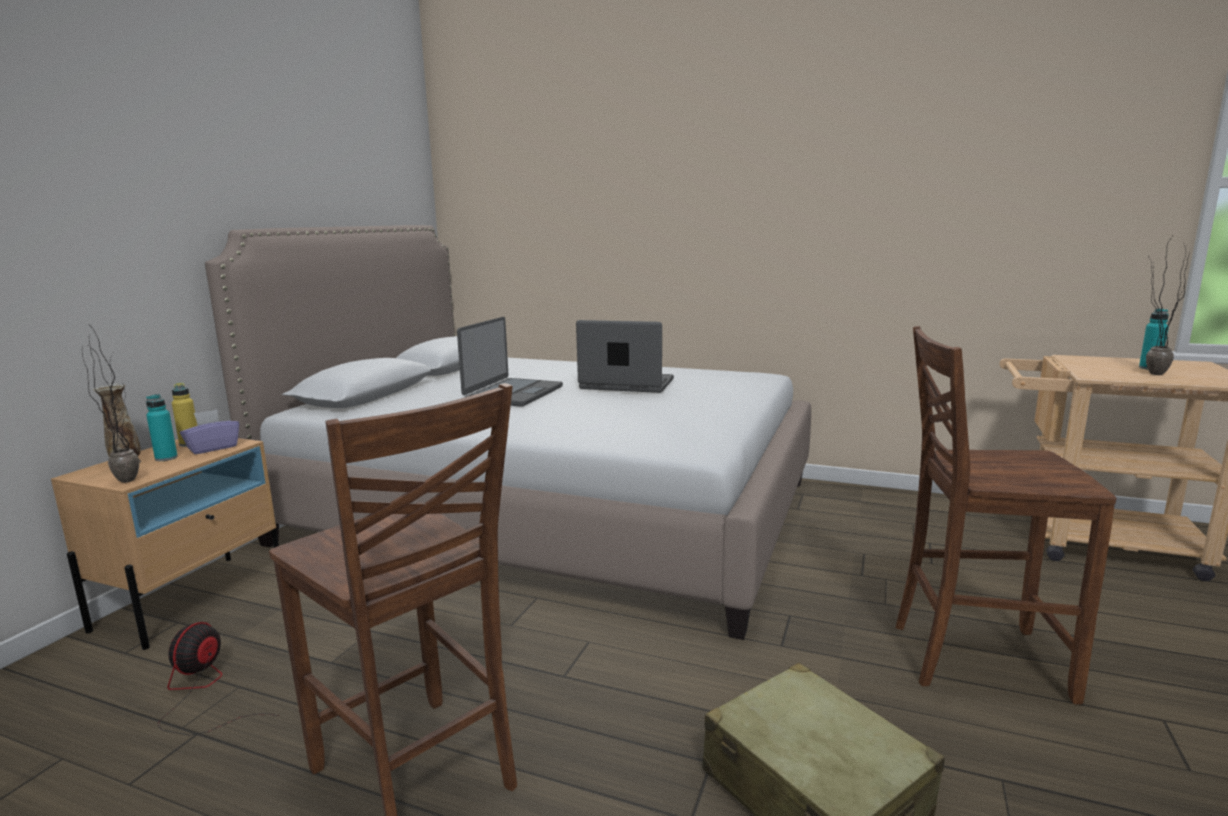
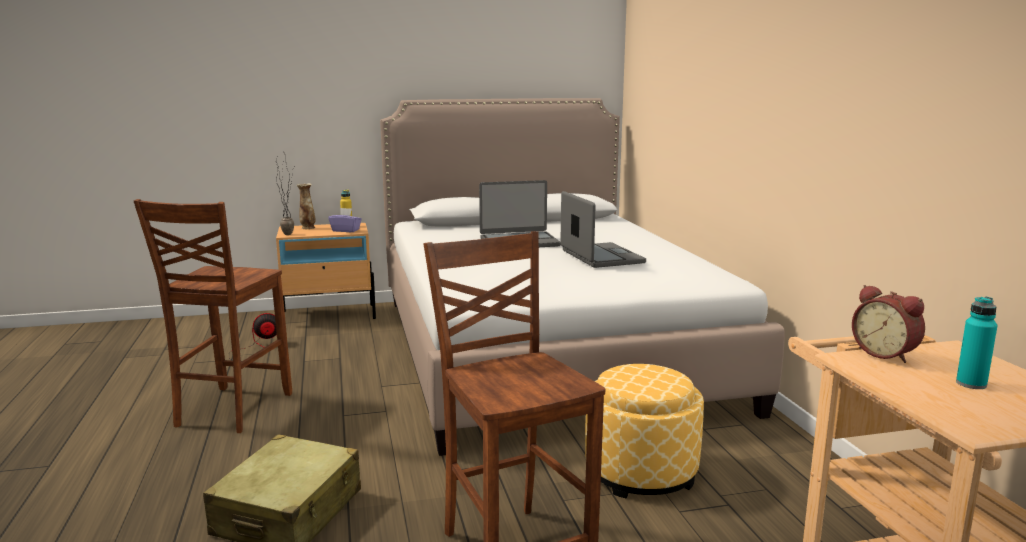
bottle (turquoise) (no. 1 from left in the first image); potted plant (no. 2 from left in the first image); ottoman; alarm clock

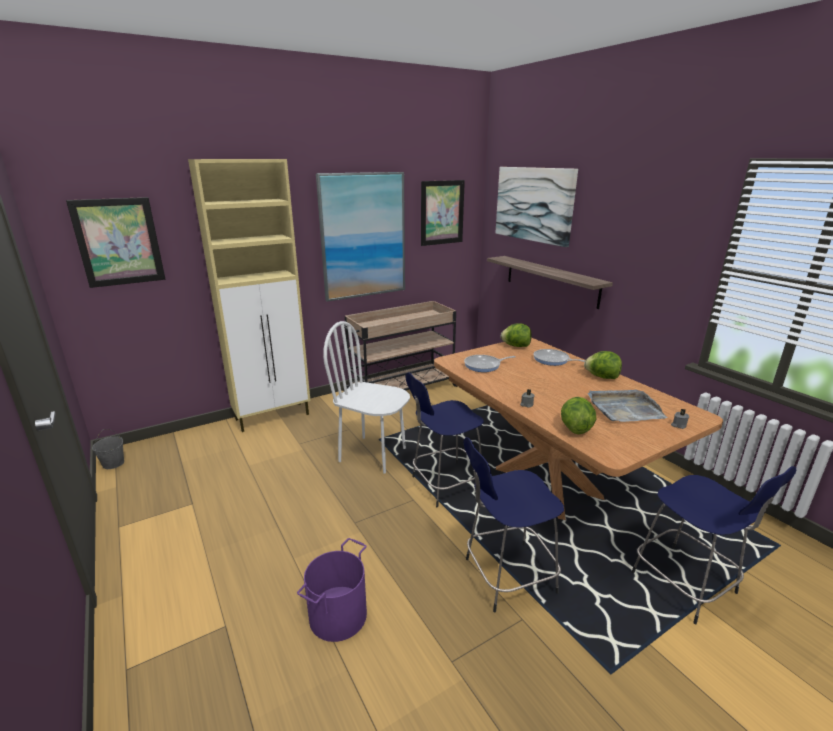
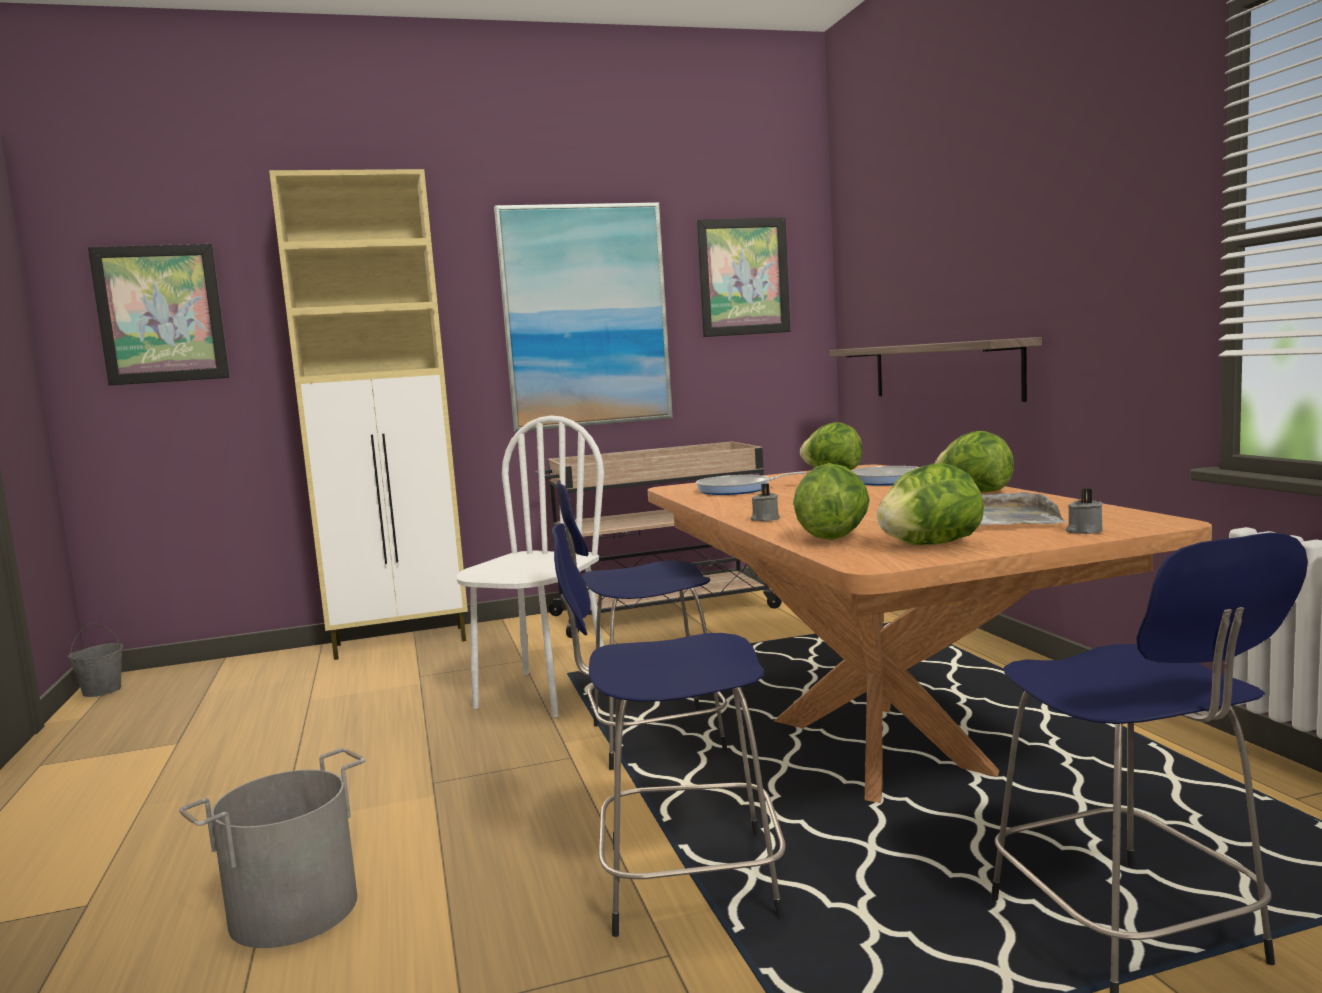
picture (no. 4 from left in the first image); lettuce (no. 3 from left); bucket (grey) (no. 2 from left); chair (white)

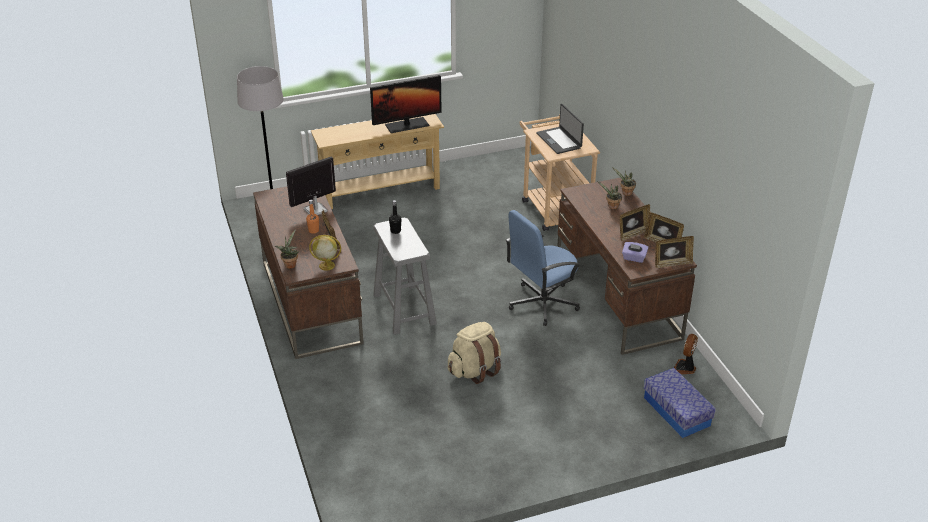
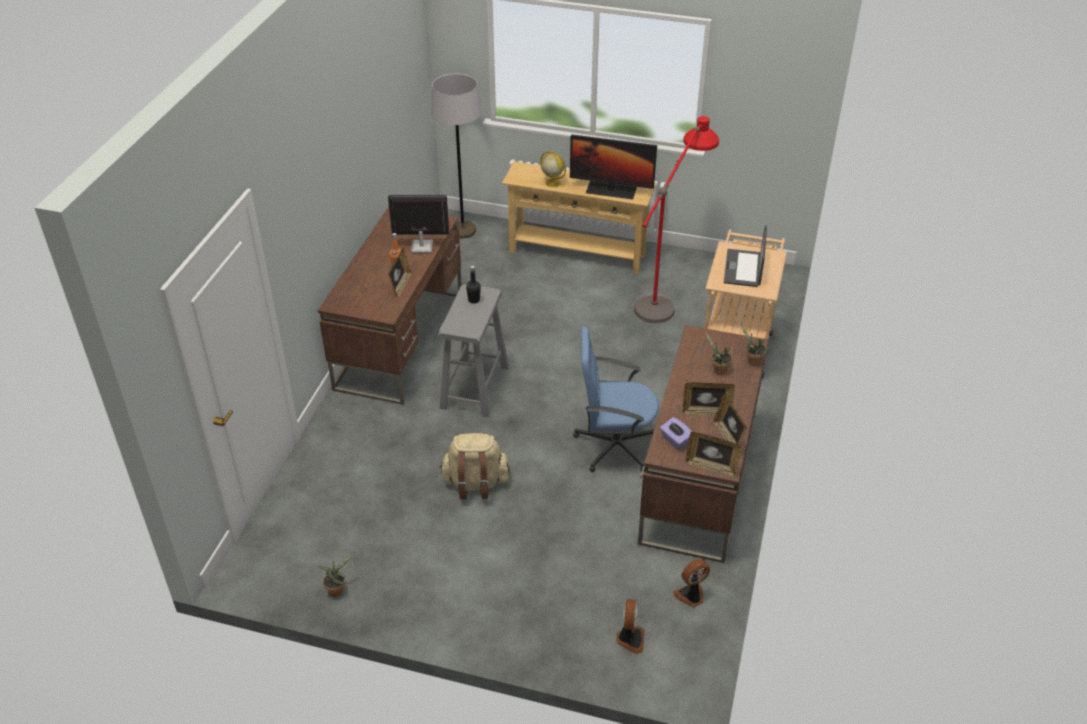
floor lamp (red); potted plant (no. 1 from left); globe; fan (no. 1 from left)

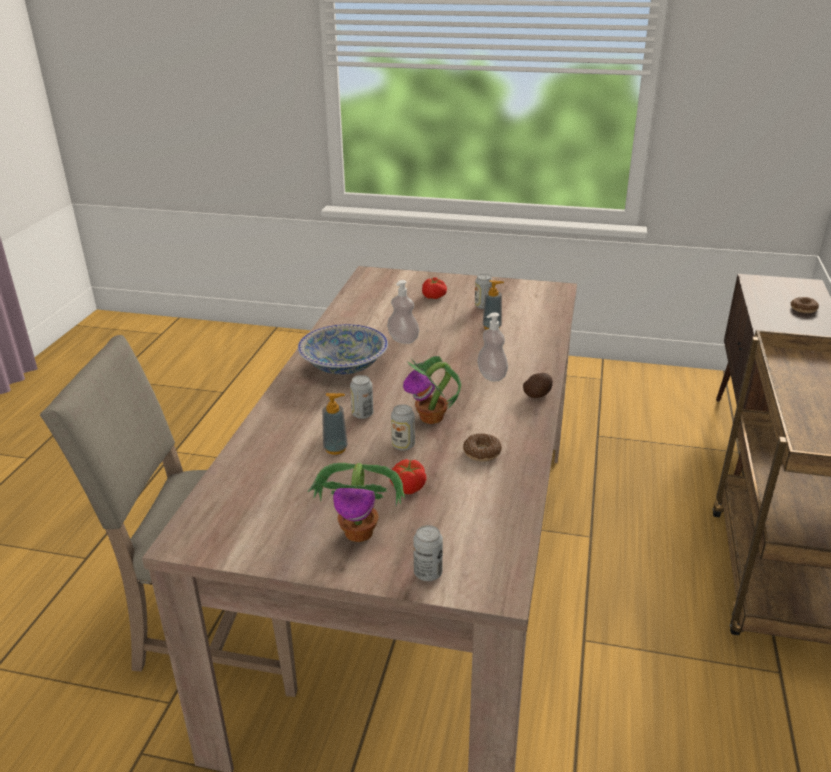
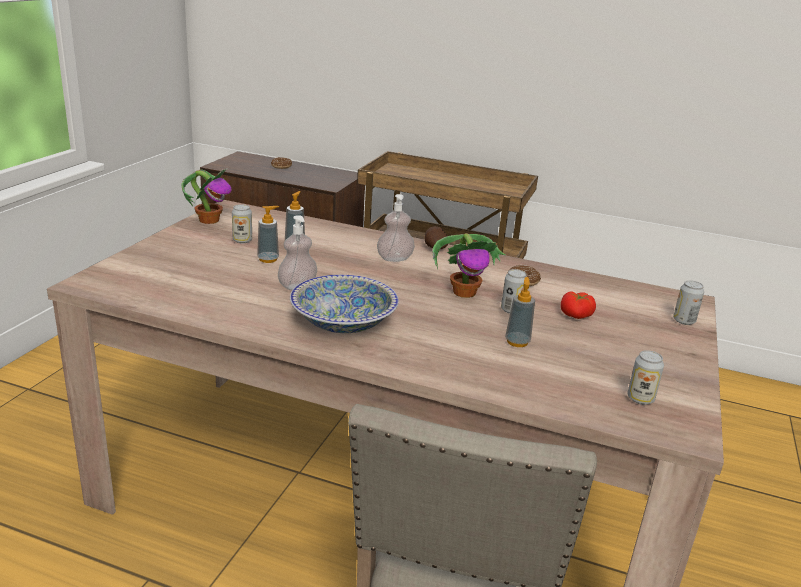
tomato (no. 2 from left in the first image); soap dispenser (no. 1 from left); potted plant (no. 1 from left); can (no. 3 from left)

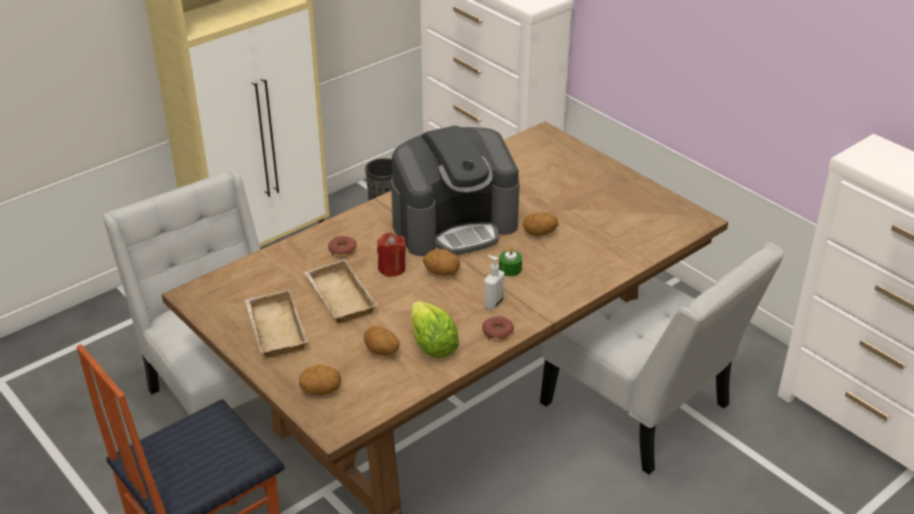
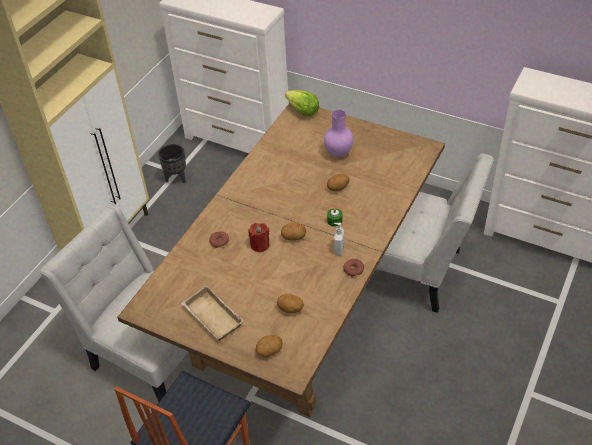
tray (beige) (no. 2 from left in the first image); coffee machine; vase (purple); lettuce

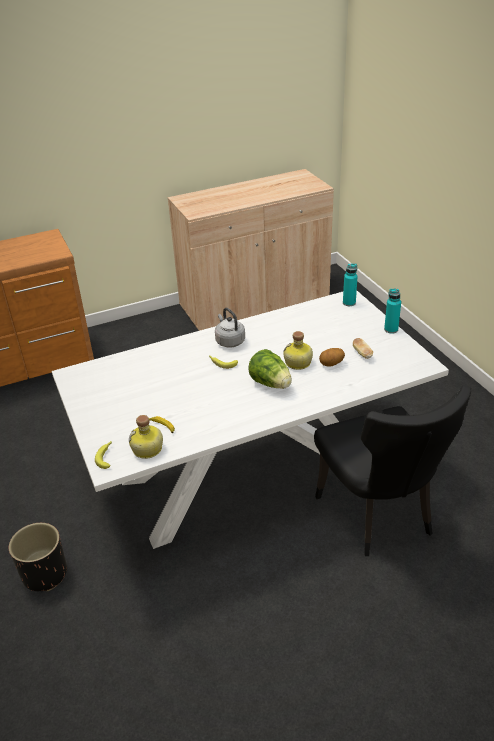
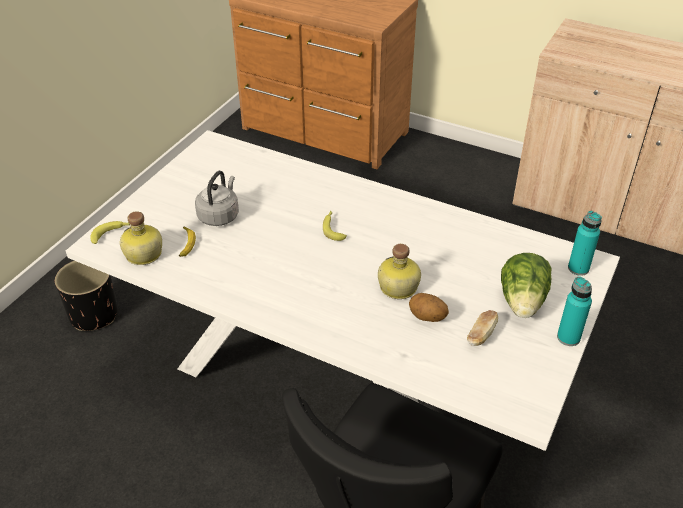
kettle (grey); lettuce

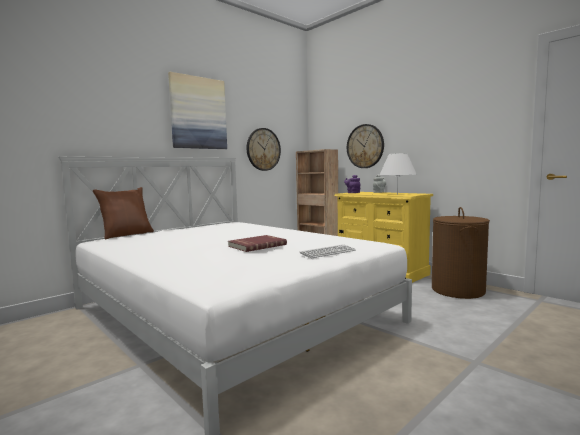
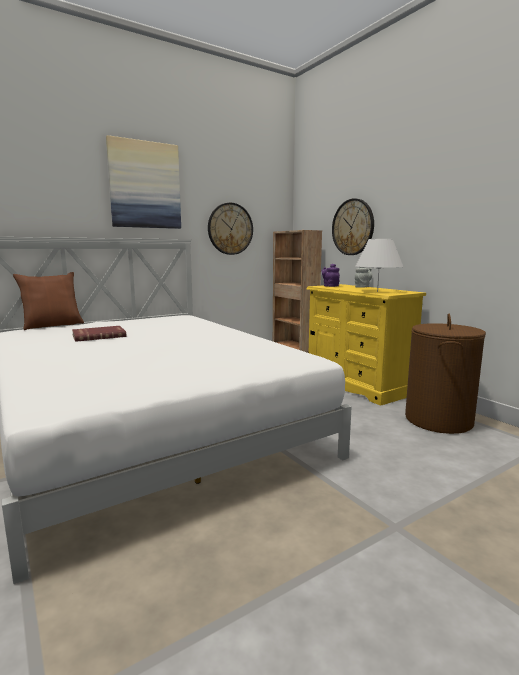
keyboard; book (red)

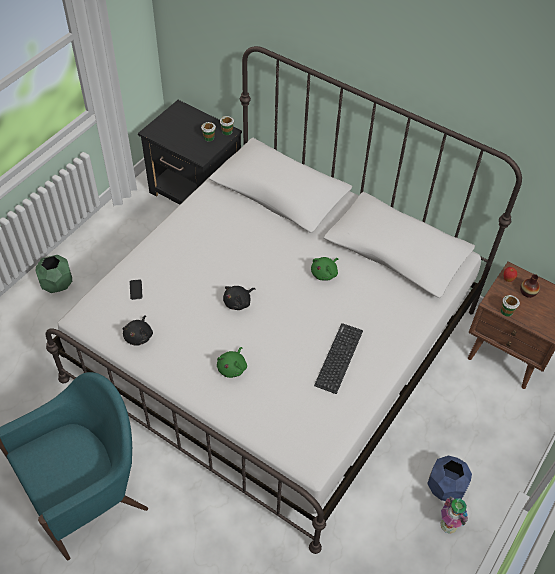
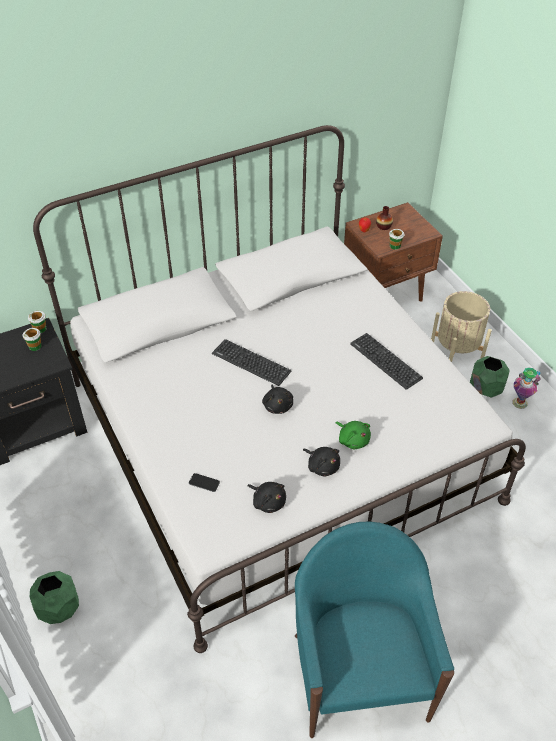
plush toy (green) (no. 2 from left in the first image); keyboard (no. 1 from left); plush toy (black) (no. 3 from left); planter (beige); planter (green) (no. 2 from left)

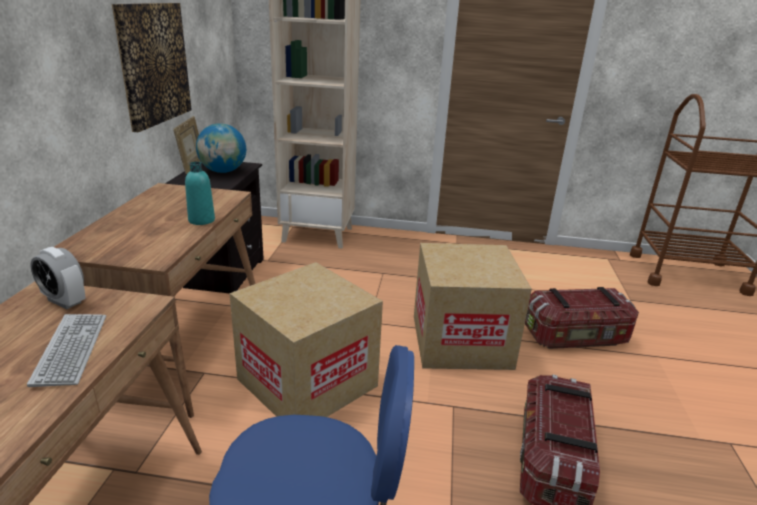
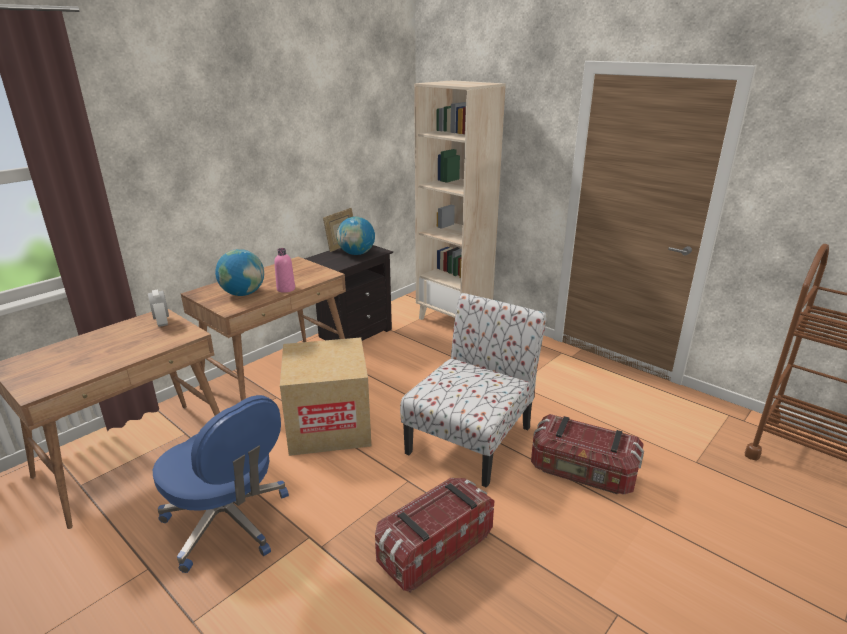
keyboard; picture; globe (no. 1 from left); chair; bottle (pink)

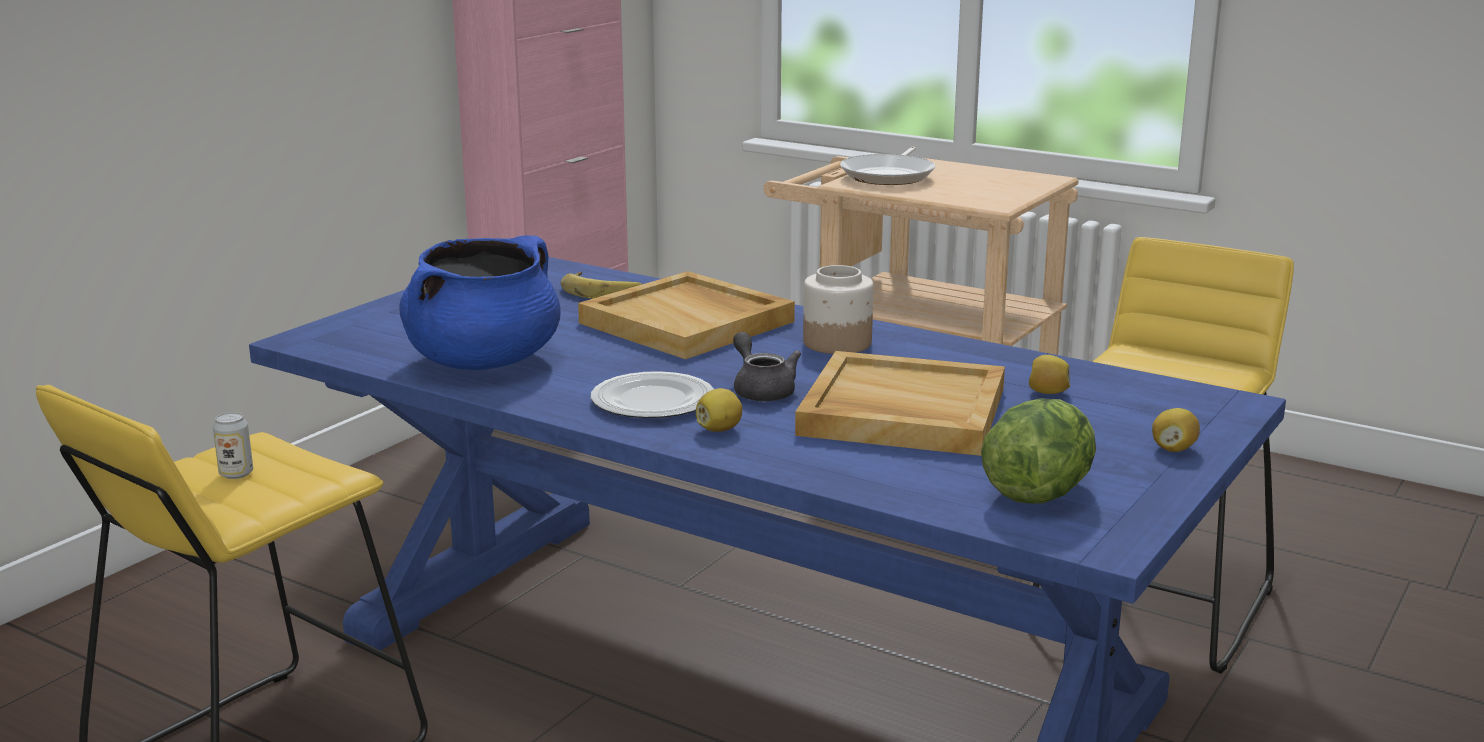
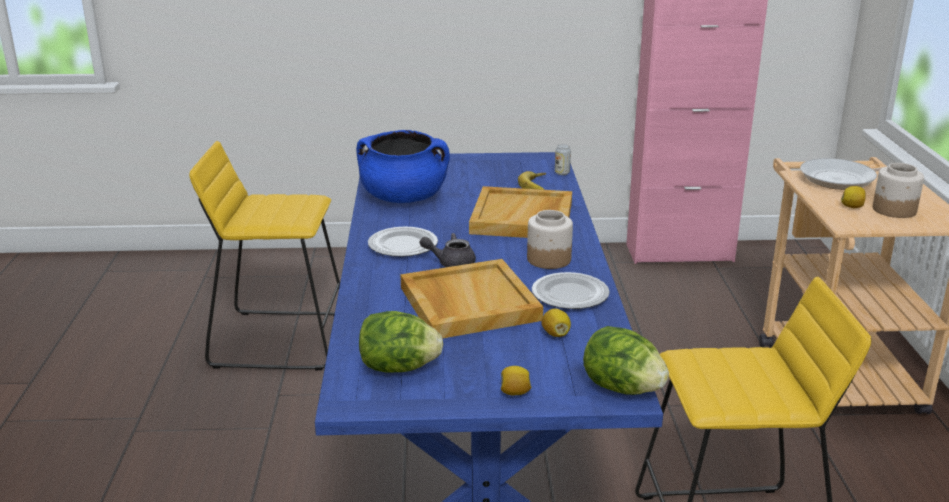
plate (no. 2 from left); lettuce (no. 2 from left); jar (no. 2 from left); can; lemon (no. 3 from left); teapot (grey)

